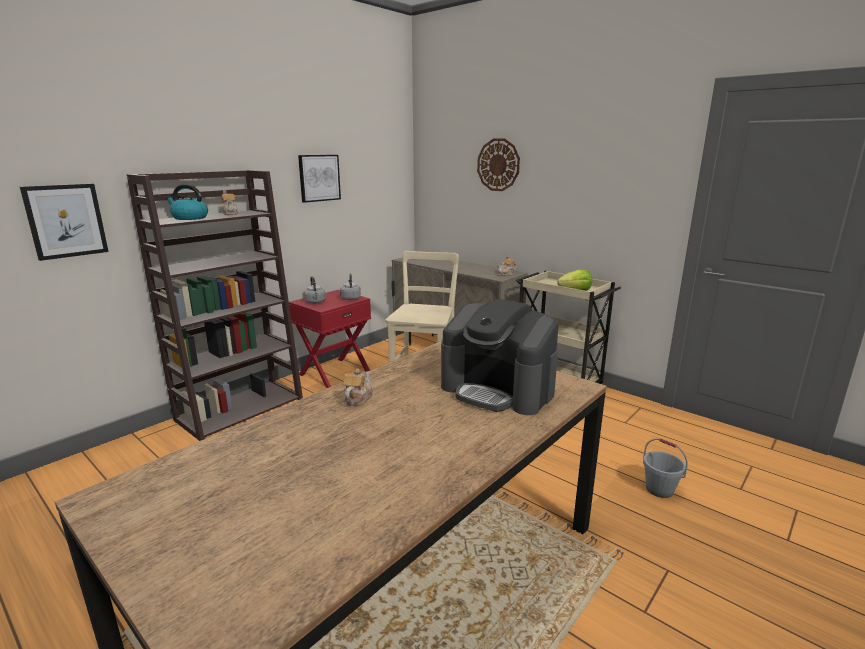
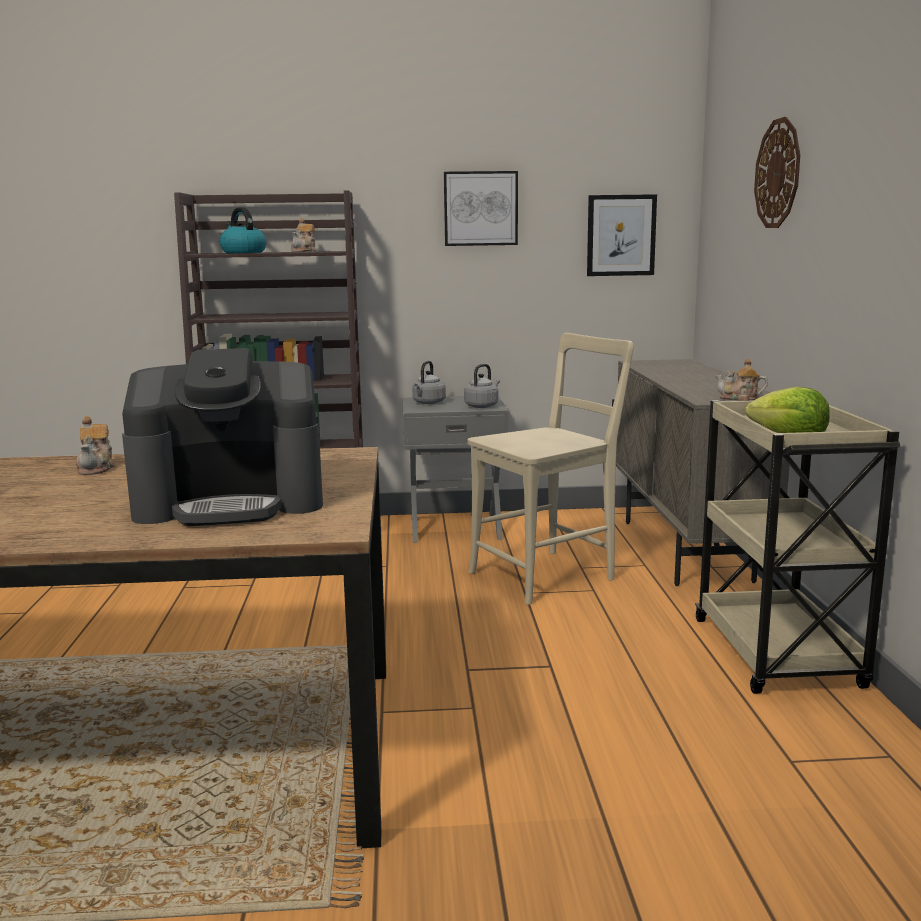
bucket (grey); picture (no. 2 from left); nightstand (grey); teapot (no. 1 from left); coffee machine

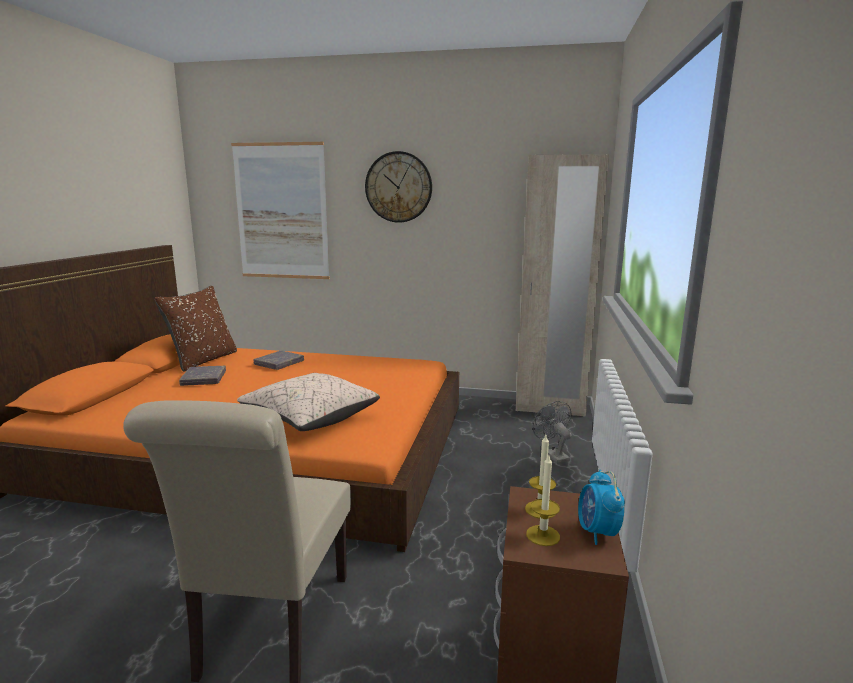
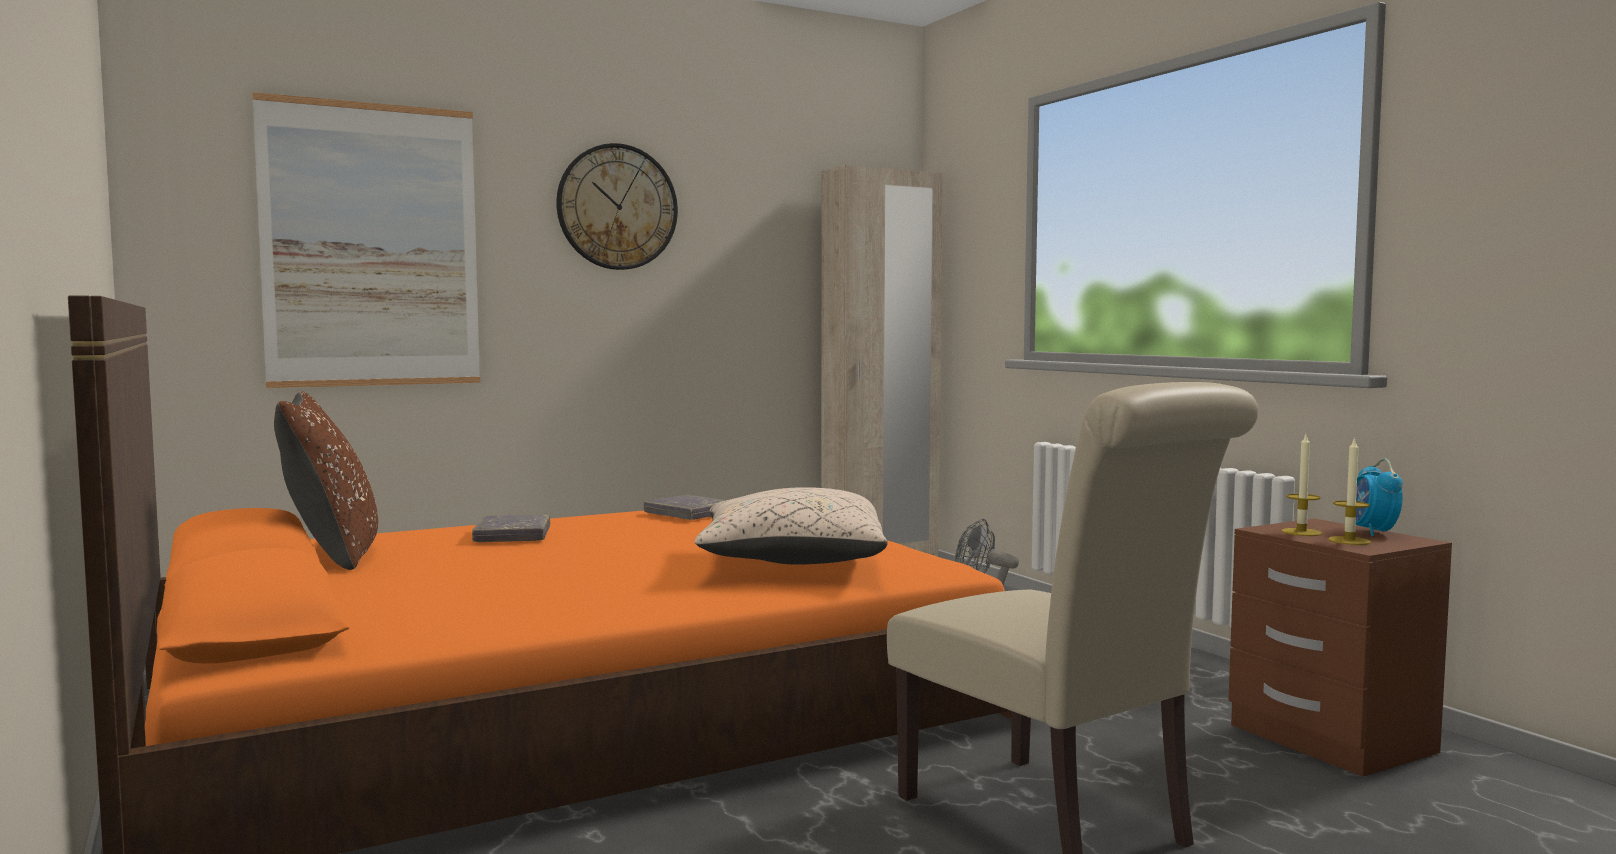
book (grey) (no. 2 from left); alarm clock

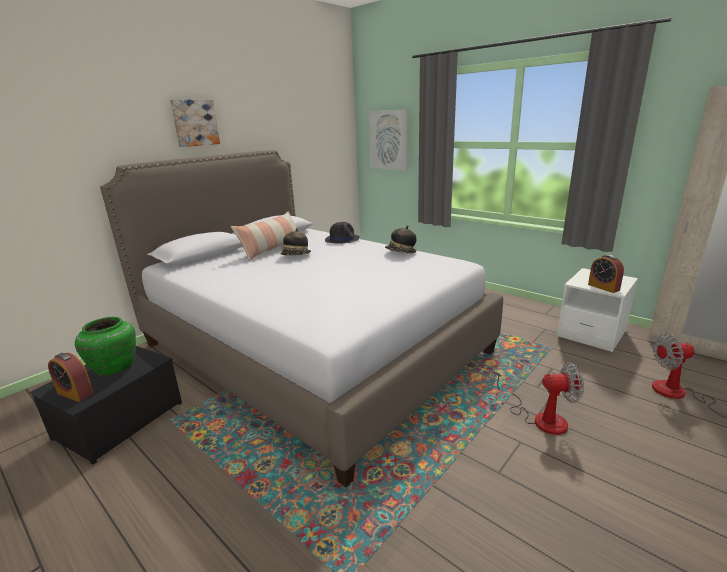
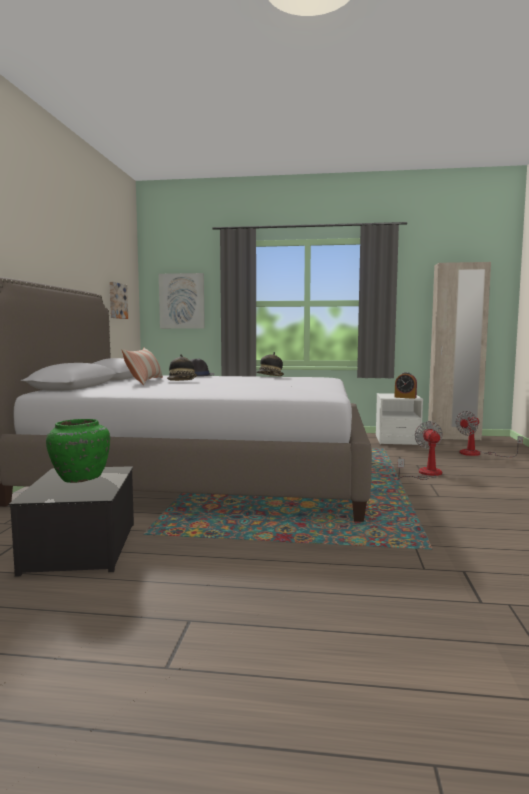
alarm clock (no. 1 from left in the first image); picture (no. 1 from left); fan (no. 1 from left)

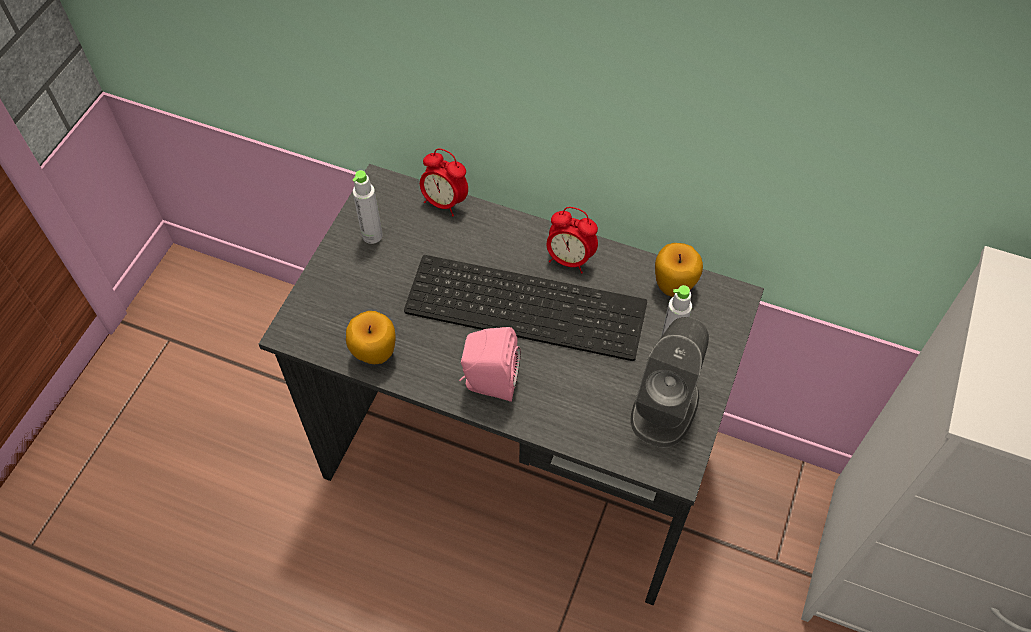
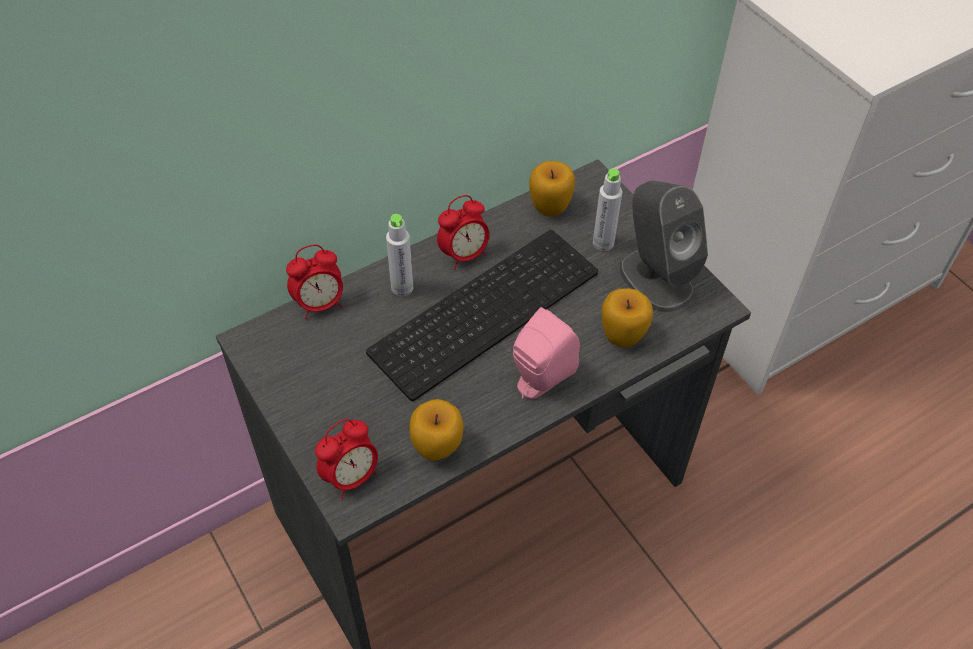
alarm clock (no. 2 from left); apple (no. 3 from left); bottle (grey) (no. 1 from left)

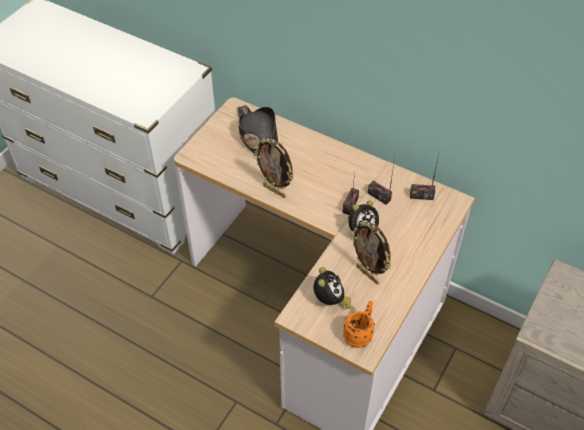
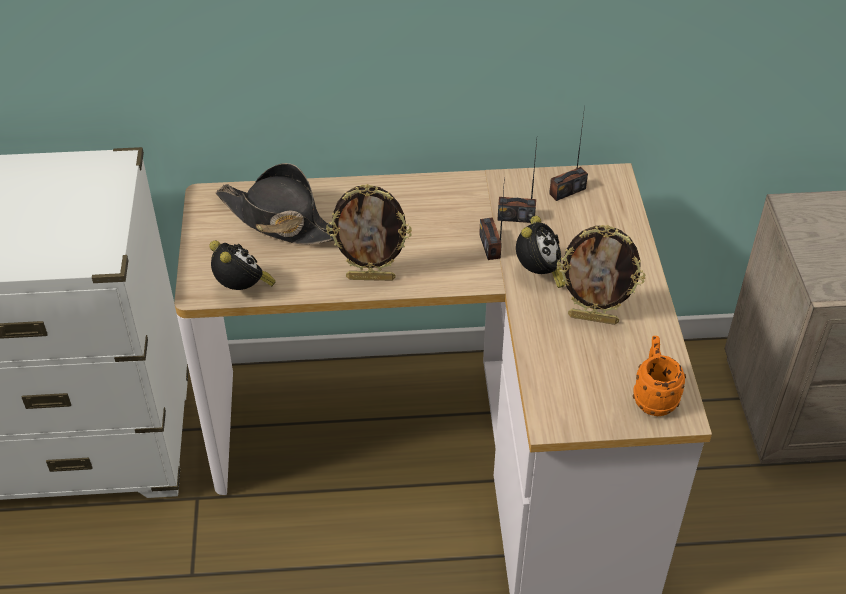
alarm clock (no. 1 from left)

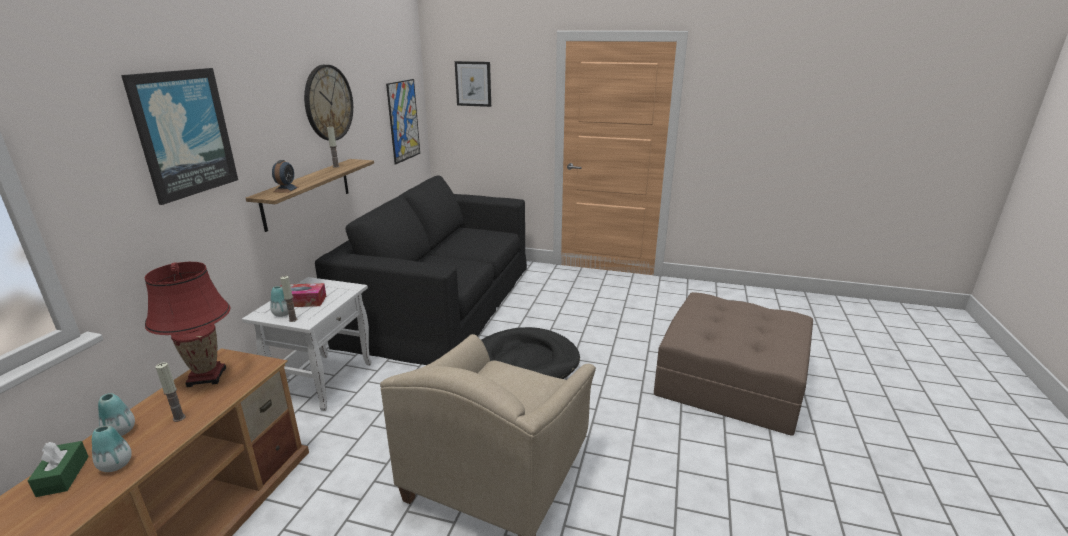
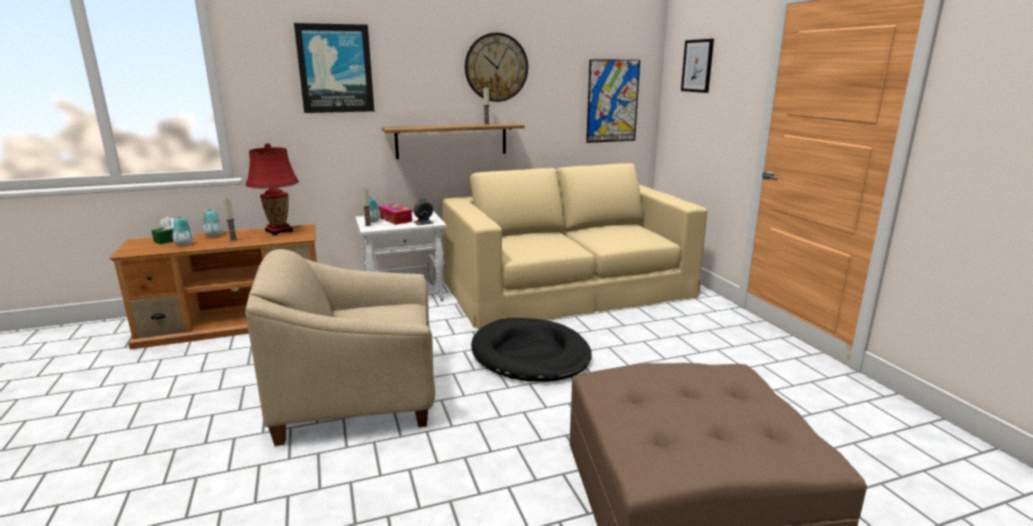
alarm clock; sofa (beige)

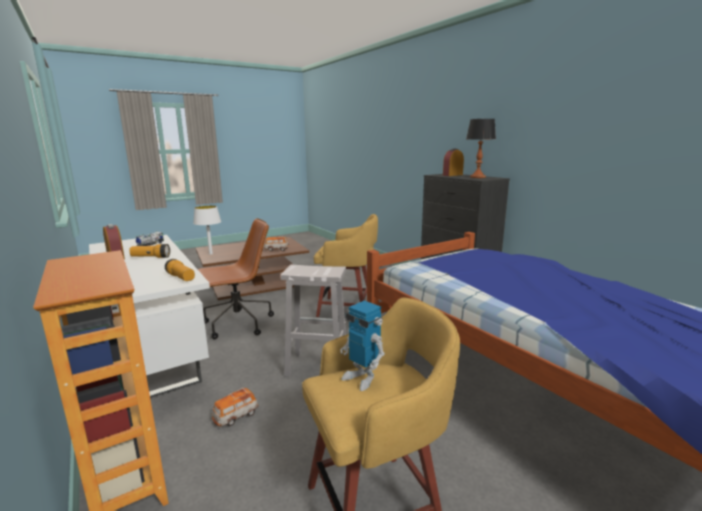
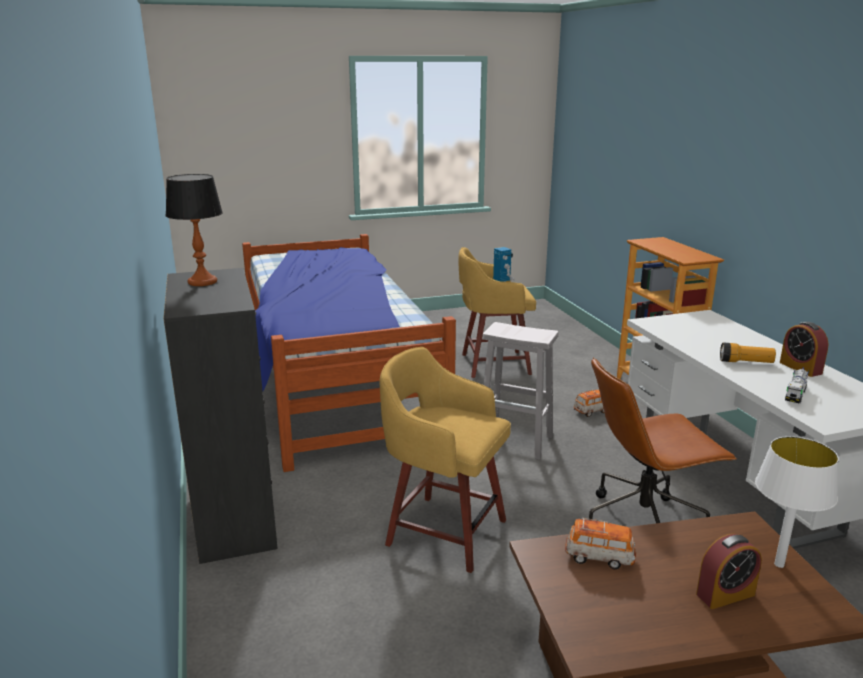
flashlight (no. 2 from left in the first image); alarm clock (no. 1 from left)

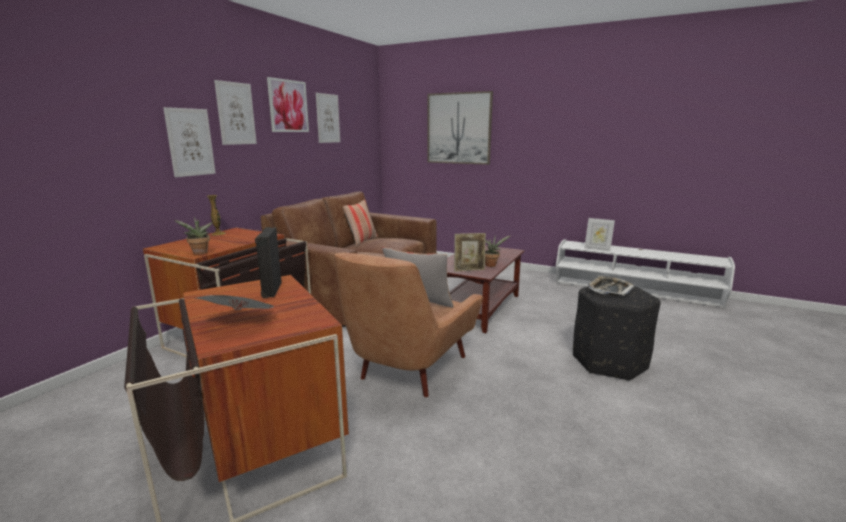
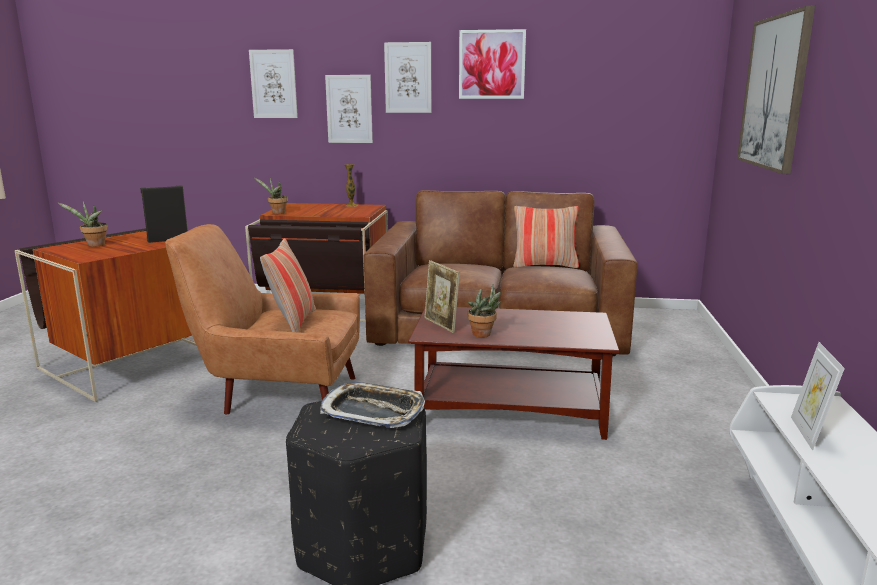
picture (no. 1 from left); potted plant (no. 1 from left)

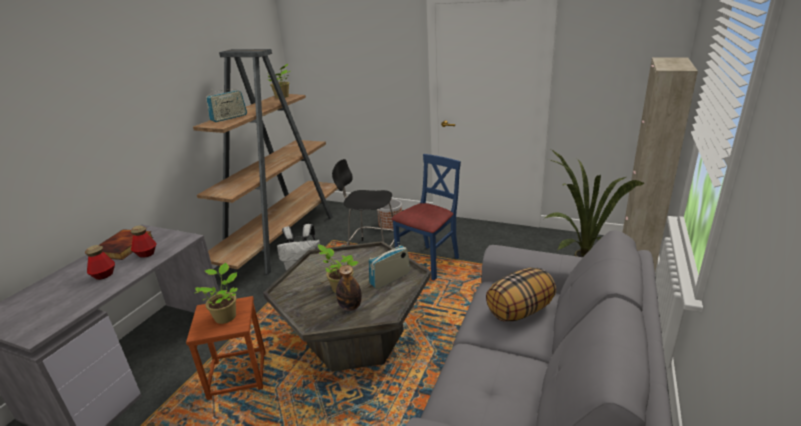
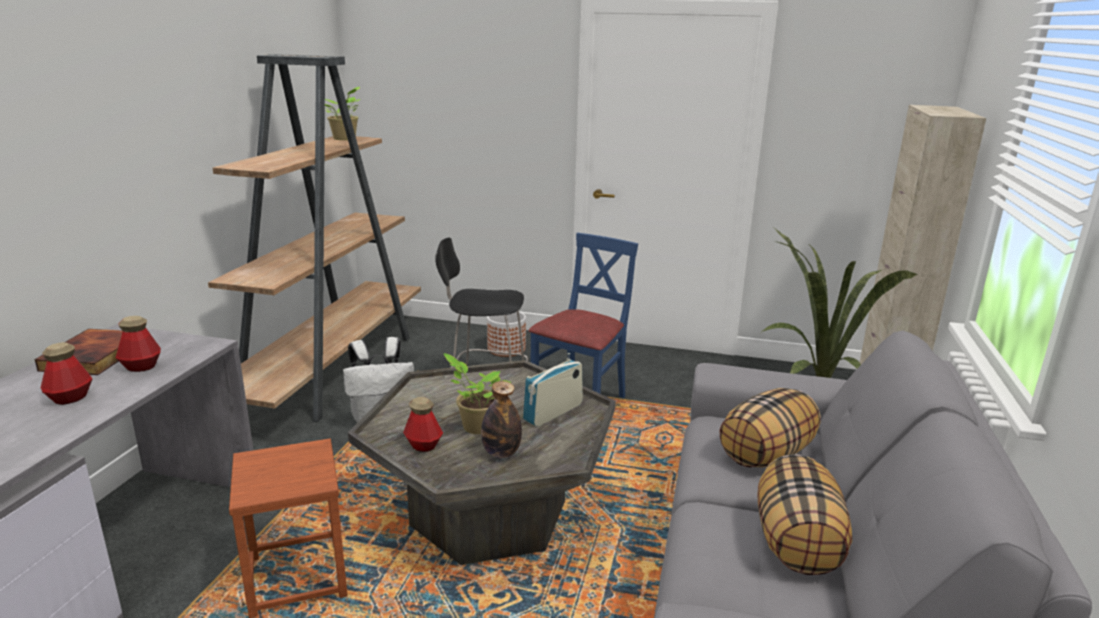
potted plant (no. 1 from left in the first image); radio (no. 1 from left in the first image); bottle (no. 3 from left); pillow (no. 2 from left)

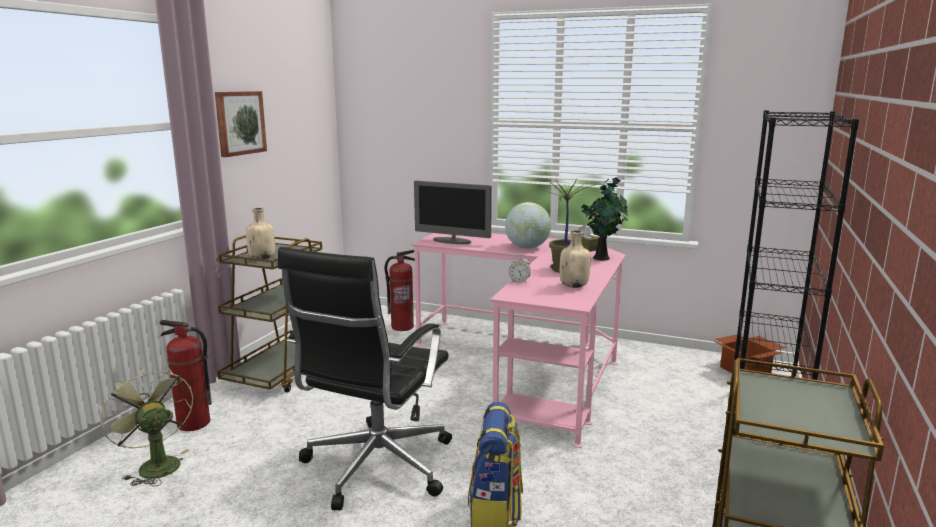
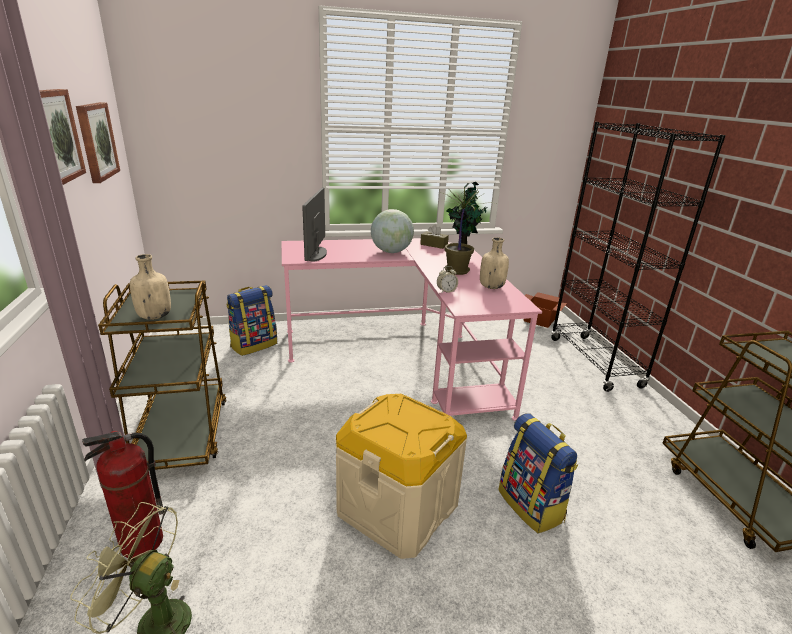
picture (no. 2 from left); storage box (beige); backpack (no. 1 from left); monitor

